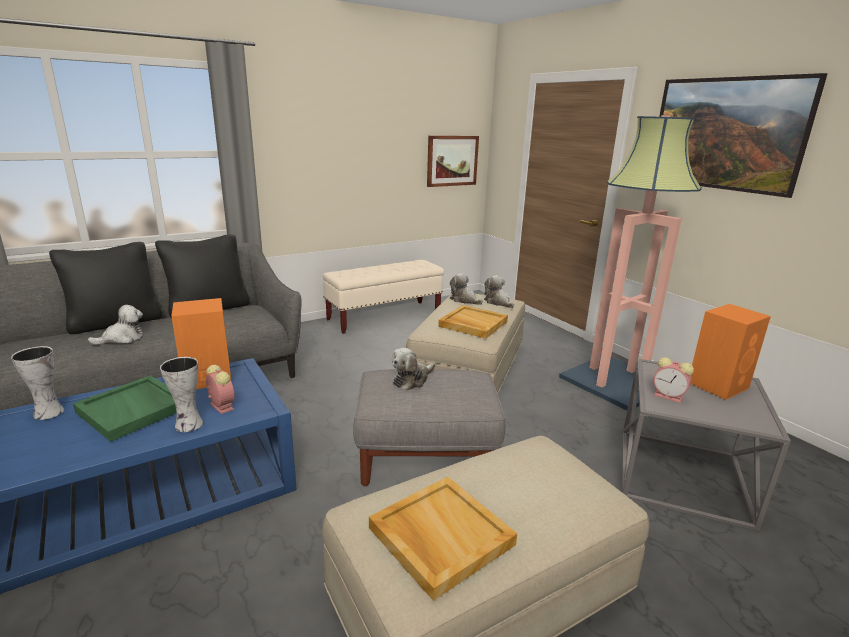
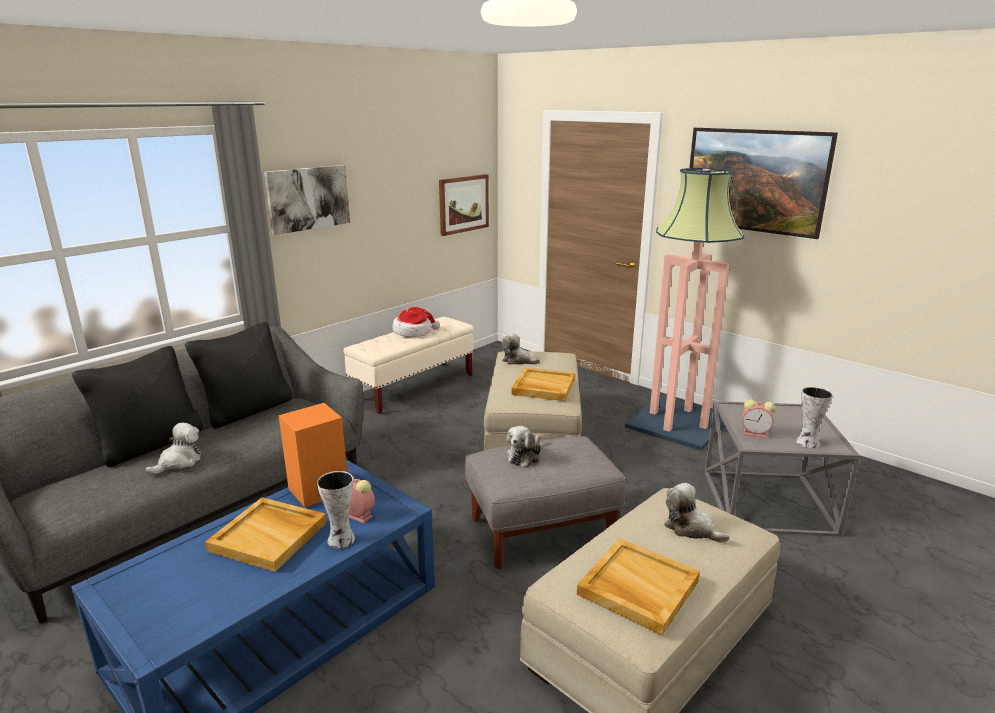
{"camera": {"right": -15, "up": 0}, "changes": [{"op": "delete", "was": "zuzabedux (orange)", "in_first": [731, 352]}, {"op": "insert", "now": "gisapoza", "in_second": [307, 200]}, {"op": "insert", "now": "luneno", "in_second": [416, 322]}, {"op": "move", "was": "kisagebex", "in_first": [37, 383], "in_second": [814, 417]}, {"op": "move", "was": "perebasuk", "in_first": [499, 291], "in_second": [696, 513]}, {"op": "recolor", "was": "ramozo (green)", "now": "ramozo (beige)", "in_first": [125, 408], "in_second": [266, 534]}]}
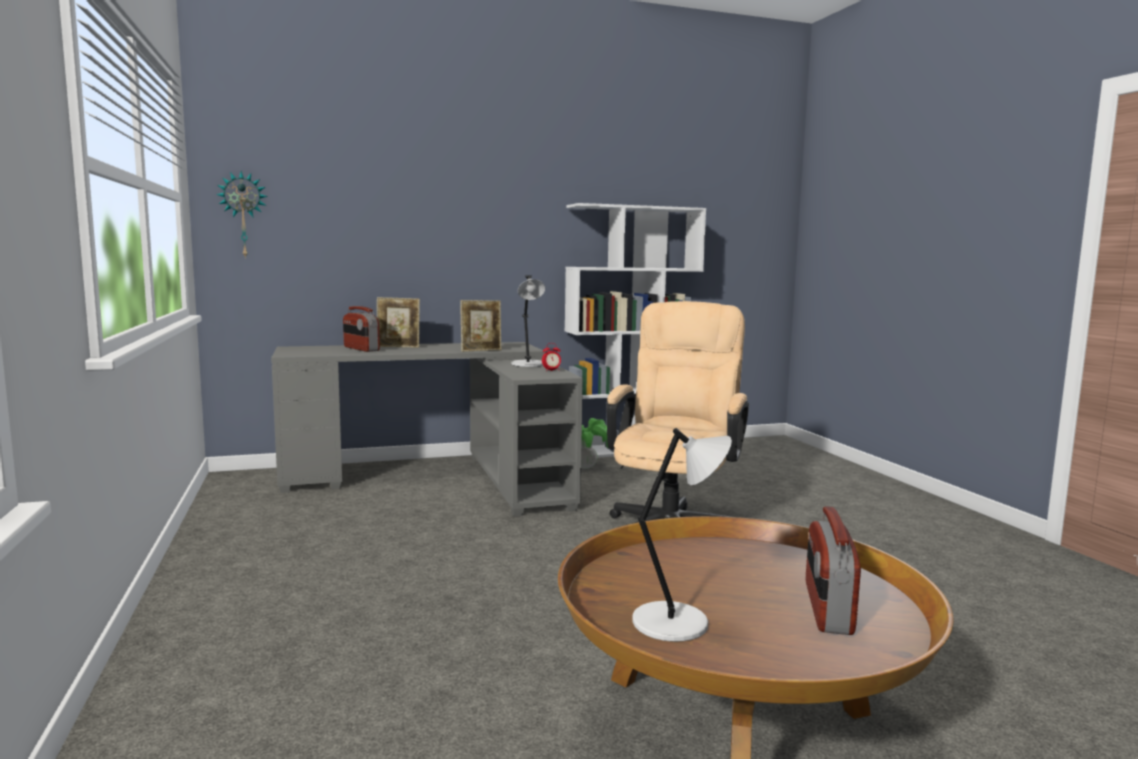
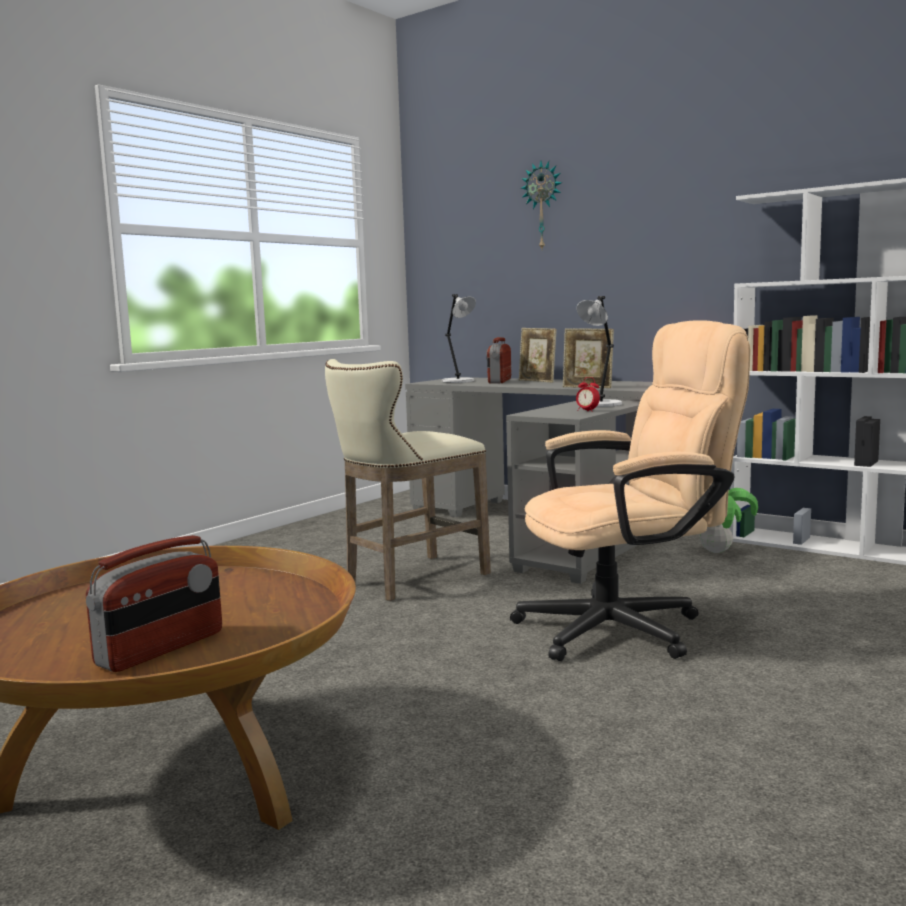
{"camera": {"right": 55, "up": 0}, "changes": [{"op": "insert", "now": "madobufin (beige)", "in_second": [408, 480]}, {"op": "move", "was": "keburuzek", "in_first": [242, 215], "in_second": [541, 205]}, {"op": "move", "was": "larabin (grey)", "in_first": [682, 535], "in_second": [459, 338]}, {"op": "rotate", "was": "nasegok", "in_first": [833, 570], "in_second": [154, 603], "clockwise": 150}]}
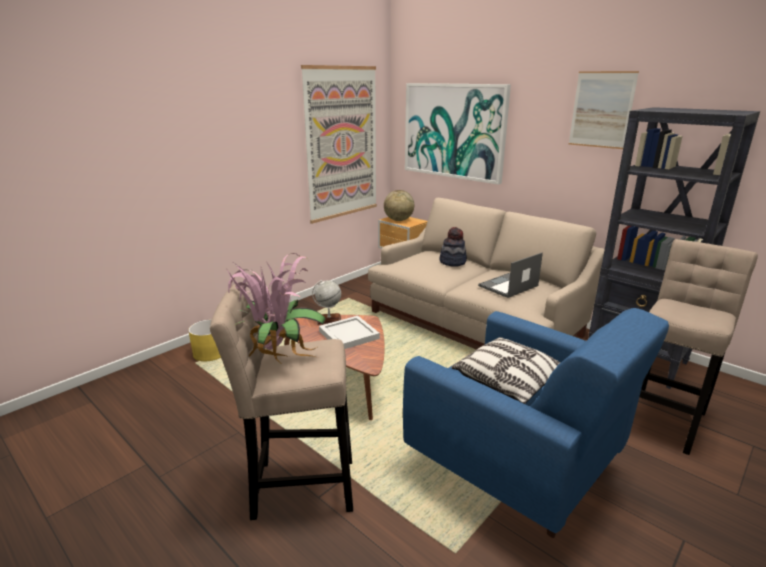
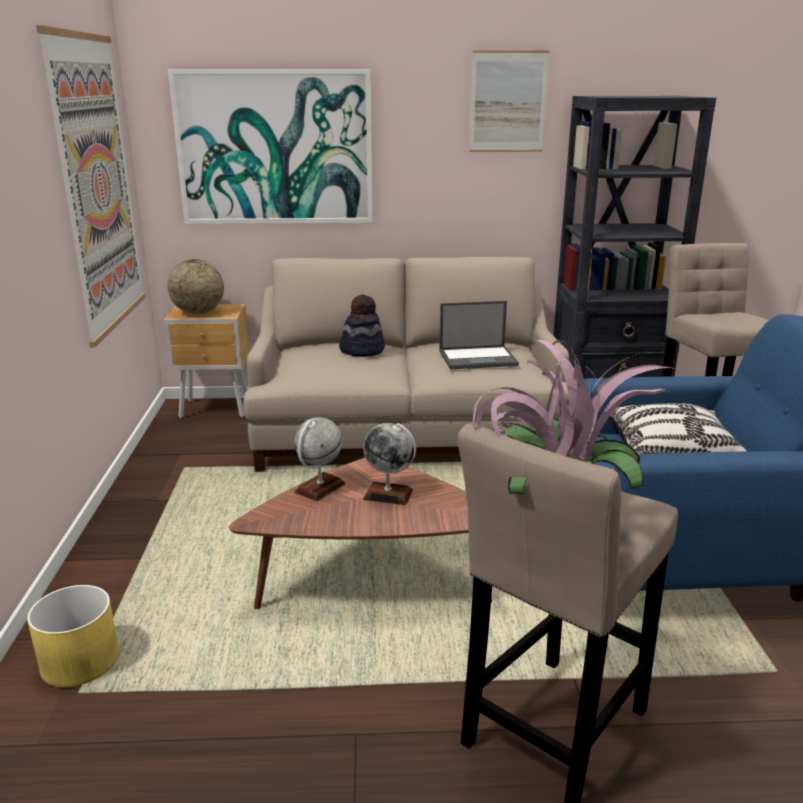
{"camera": {"right": -45, "up": 0}, "changes": [{"op": "replace", "was": "ramozo (white)", "now": "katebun", "in_first": [349, 332], "in_second": [389, 464]}, {"op": "rotate", "was": "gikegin", "in_first": [510, 275], "in_second": [479, 335], "clockwise": -105}]}
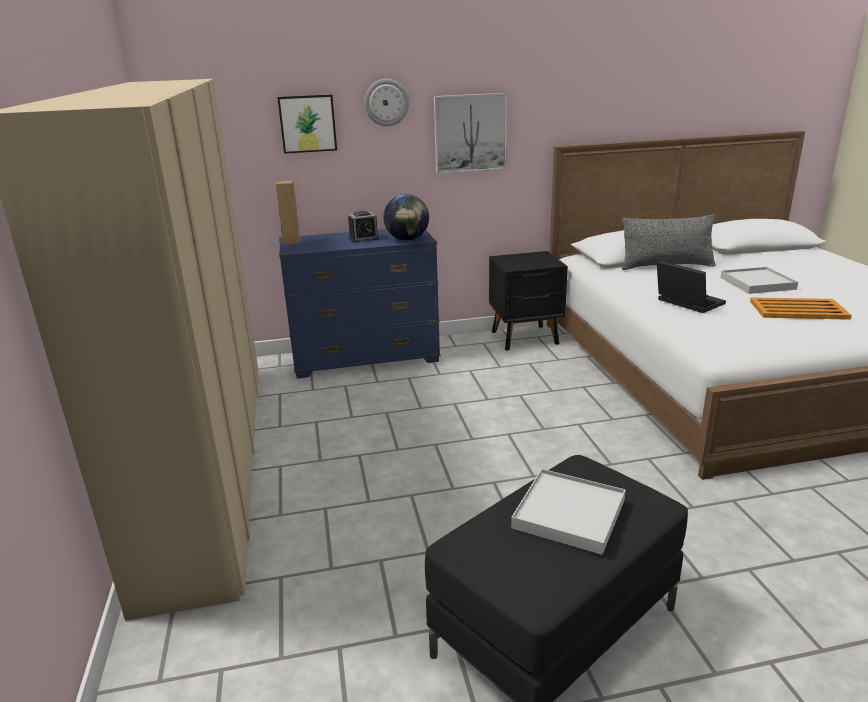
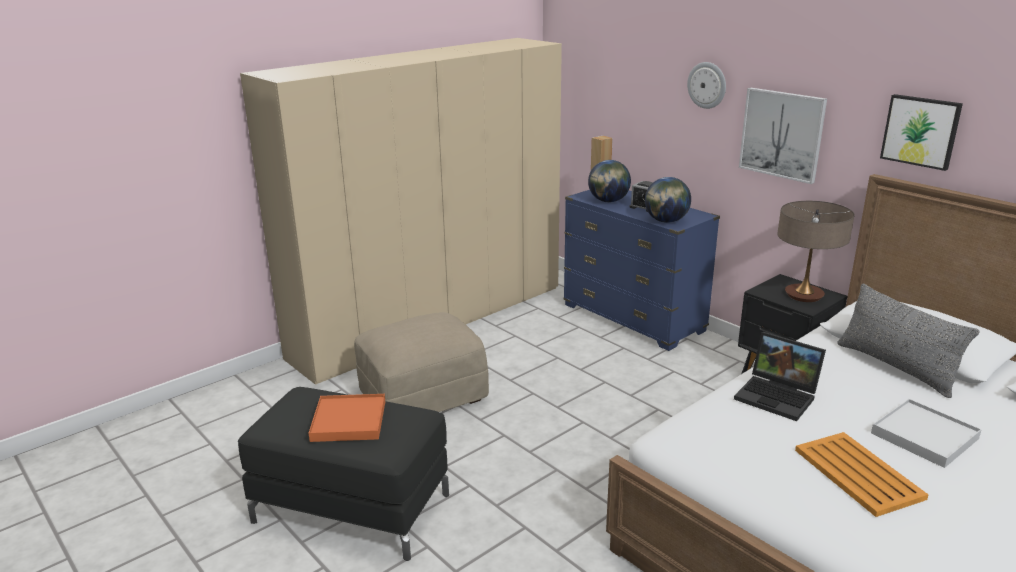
{"camera": {"right": 60, "up": 0}, "changes": [{"op": "insert", "now": "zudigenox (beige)", "in_second": [421, 362]}, {"op": "insert", "now": "katebun", "in_second": [609, 181]}, {"op": "insert", "now": "larabin", "in_second": [815, 251]}, {"op": "move", "was": "gisapoza", "in_first": [307, 124], "in_second": [921, 132]}, {"op": "recolor", "was": "ramozo (white)", "now": "ramozo (orange)", "in_first": [568, 512], "in_second": [347, 418]}, {"op": "rotate", "was": "gikegin", "in_first": [691, 286], "in_second": [780, 376], "clockwise": 105}]}
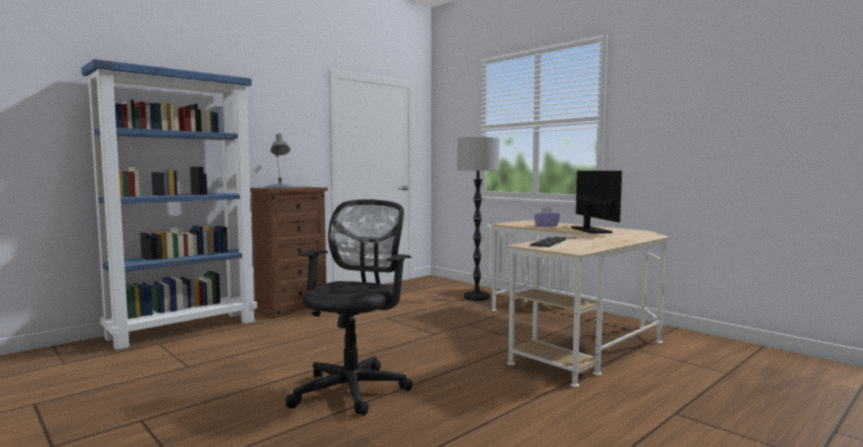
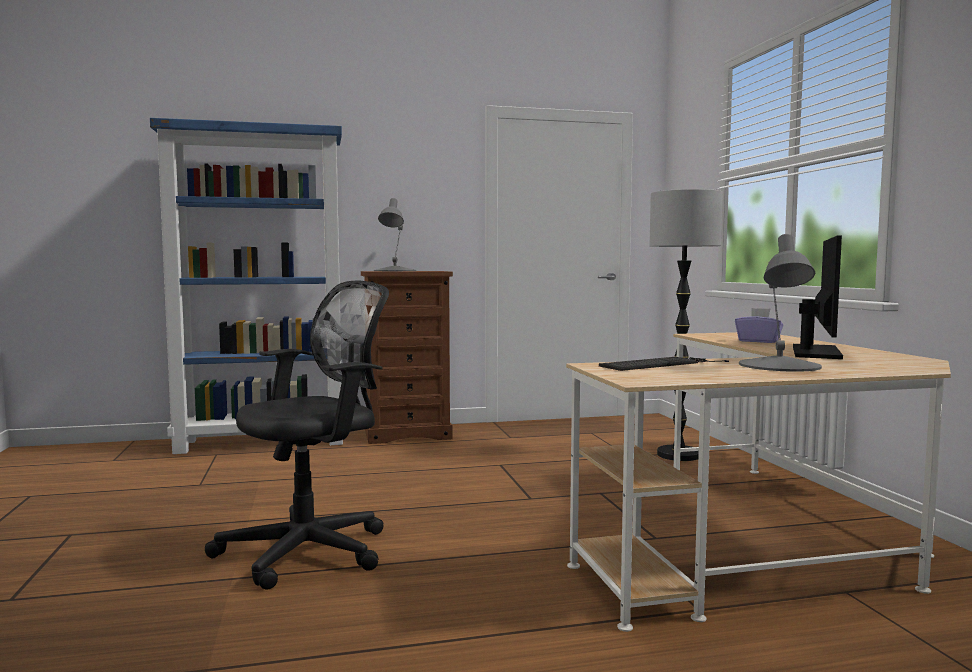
{"camera": {"right": 30, "up": 0}, "changes": [{"op": "insert", "now": "larabin (grey)", "in_second": [780, 303]}]}
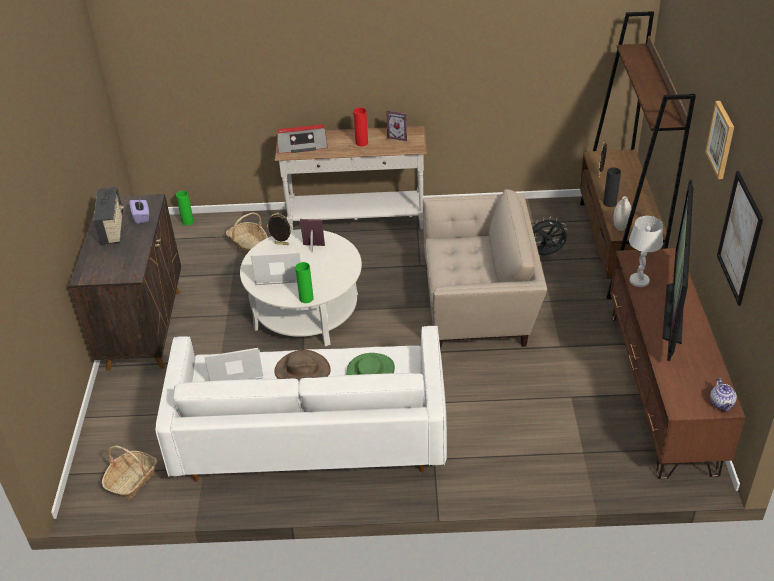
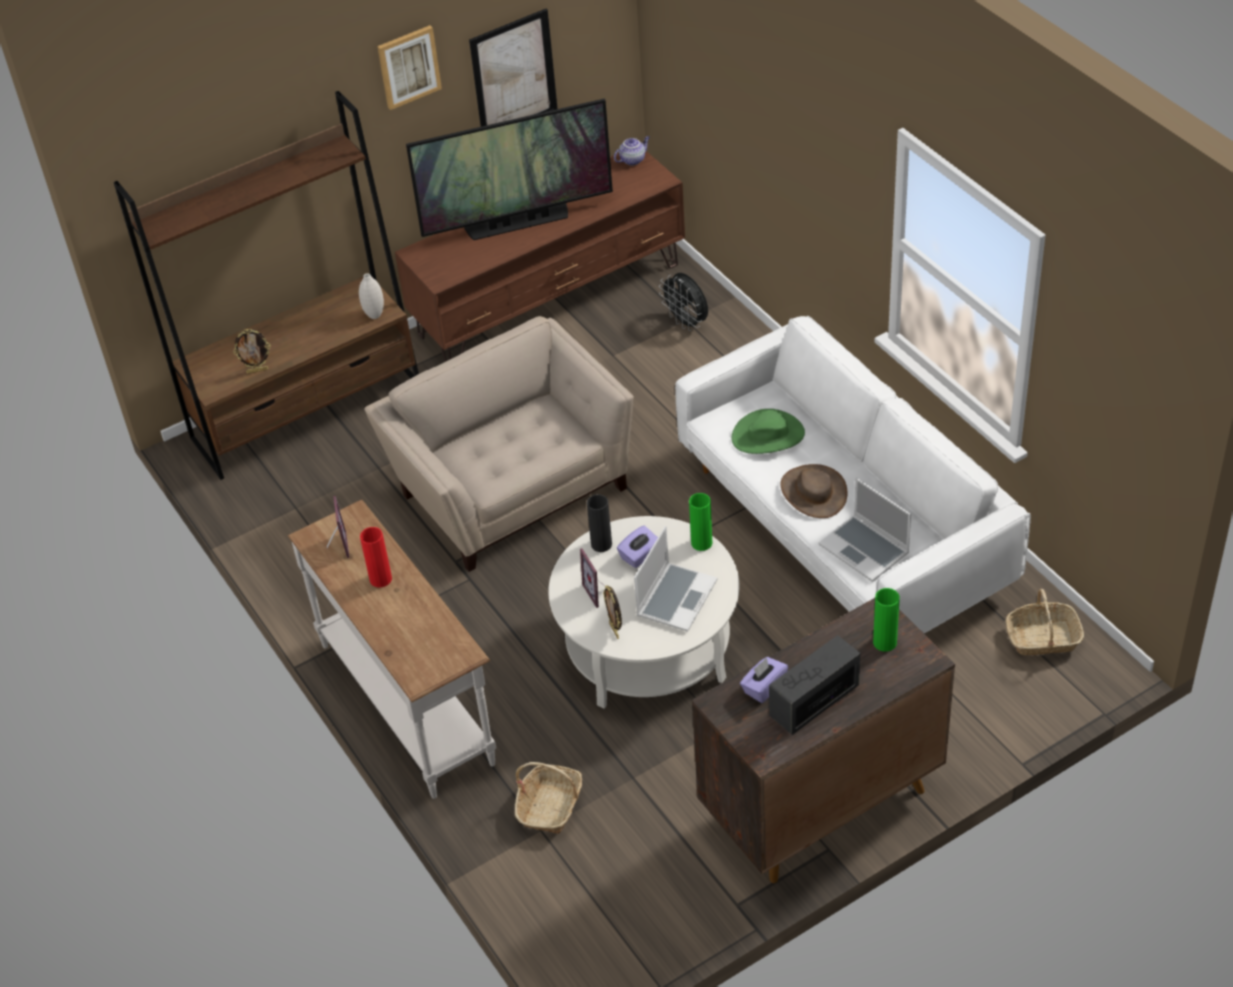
{"camera": {"right": -120, "up": 5}, "changes": [{"op": "delete", "was": "nasegok", "in_first": [302, 139]}, {"op": "delete", "was": "larabin (white)", "in_first": [646, 251]}, {"op": "insert", "now": "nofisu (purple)", "in_second": [637, 547]}, {"op": "move", "was": "kisagebex (green)", "in_first": [185, 208], "in_second": [886, 620]}, {"op": "move", "was": "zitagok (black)", "in_first": [549, 236], "in_second": [683, 302]}, {"op": "move", "was": "kisagebex (black)", "in_first": [612, 187], "in_second": [599, 523]}, {"op": "rotate", "was": "gikegin", "in_first": [277, 268], "in_second": [675, 579], "clockwise": -120}]}
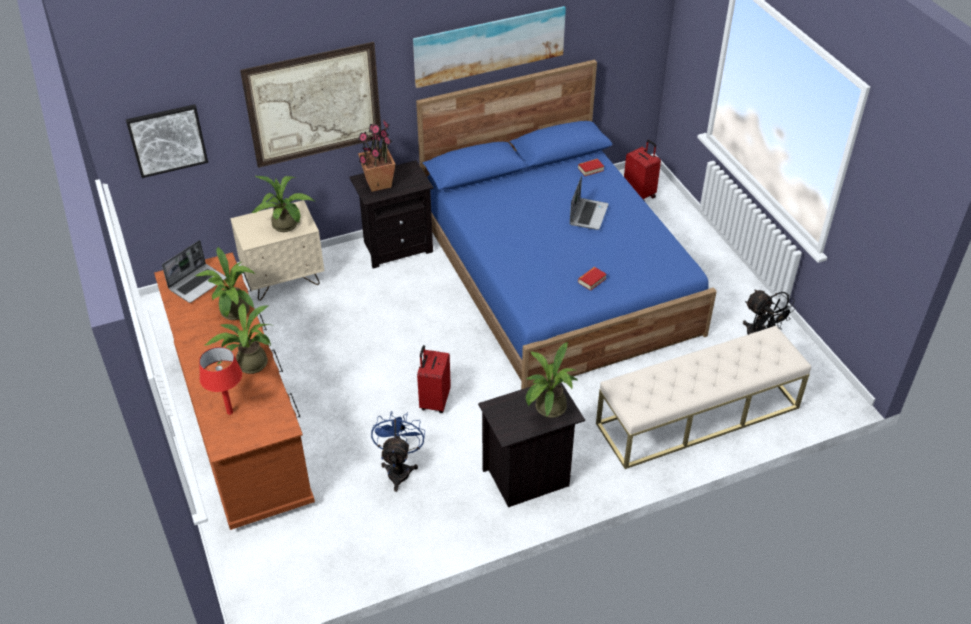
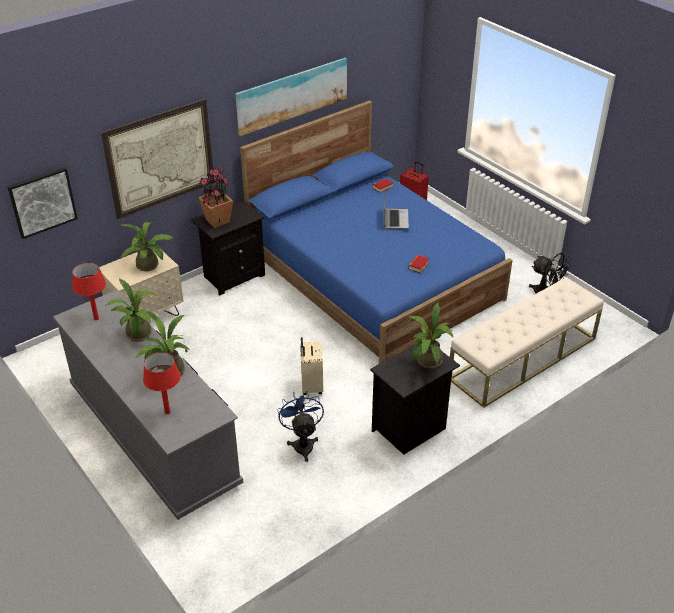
{"camera": {"right": -15, "up": -5}, "changes": [{"op": "replace", "was": "gikegin", "now": "larabin (red)", "in_first": [194, 271], "in_second": [89, 291]}, {"op": "recolor", "was": "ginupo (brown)", "now": "ginupo (grey)", "in_first": [234, 391], "in_second": [148, 405]}, {"op": "recolor", "was": "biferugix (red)", "now": "biferugix (beige)", "in_first": [434, 379], "in_second": [311, 366]}]}
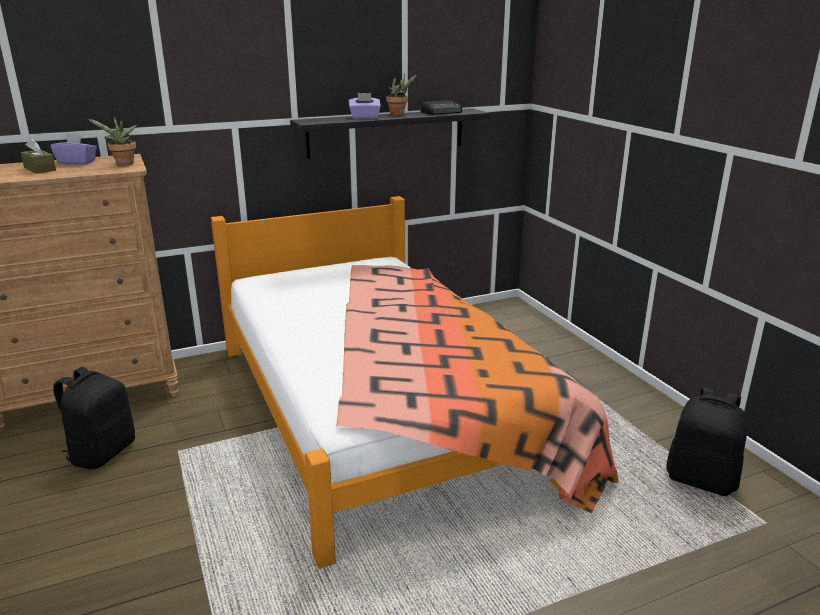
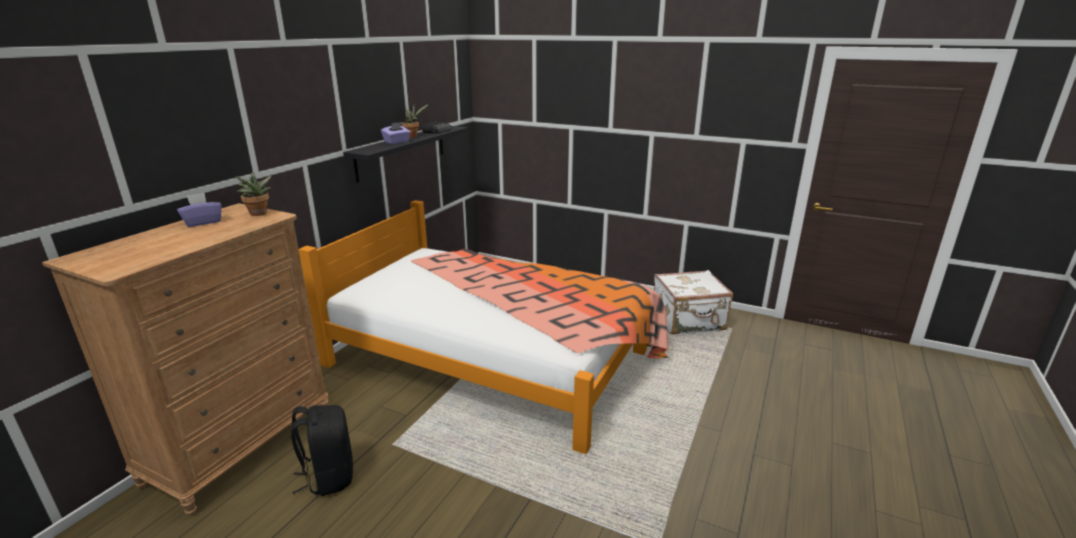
{"camera": {"right": -40, "up": 0}, "changes": [{"op": "delete", "was": "nofisu (brown)", "in_first": [38, 156]}, {"op": "replace", "was": "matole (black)", "now": "biferugix (white)", "in_first": [707, 441], "in_second": [693, 302]}]}
